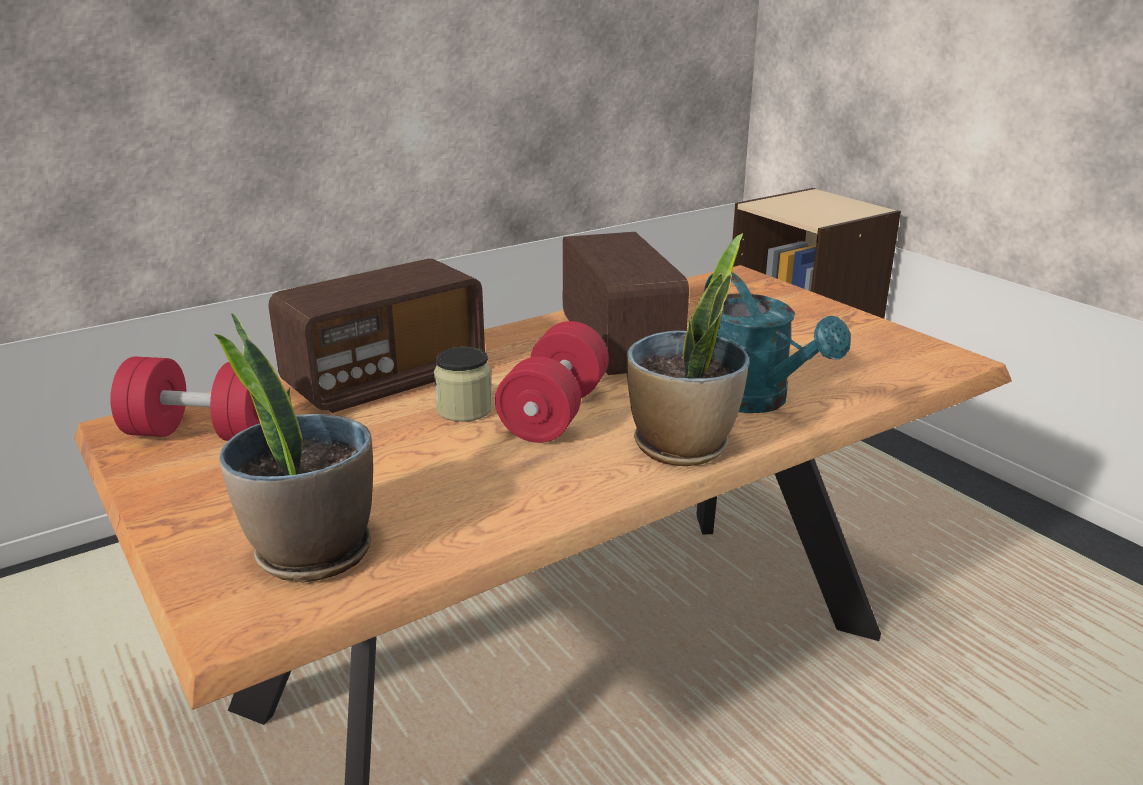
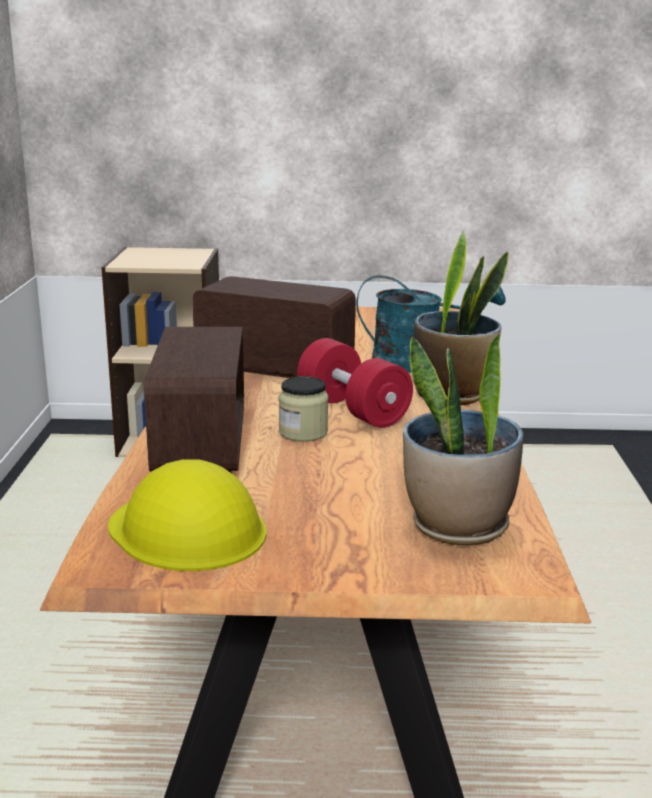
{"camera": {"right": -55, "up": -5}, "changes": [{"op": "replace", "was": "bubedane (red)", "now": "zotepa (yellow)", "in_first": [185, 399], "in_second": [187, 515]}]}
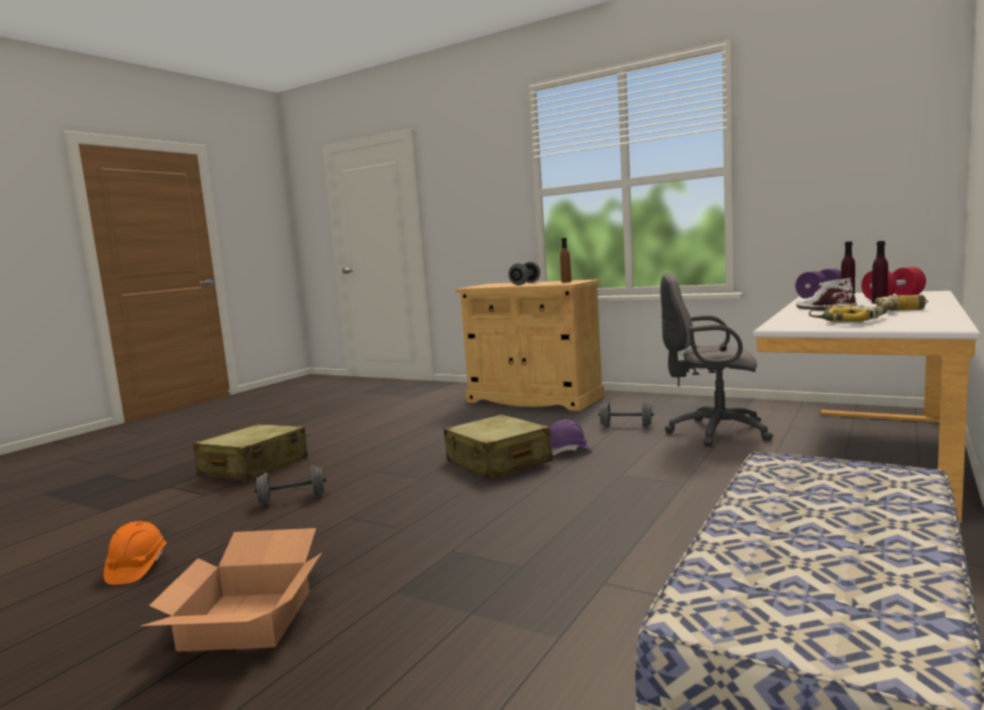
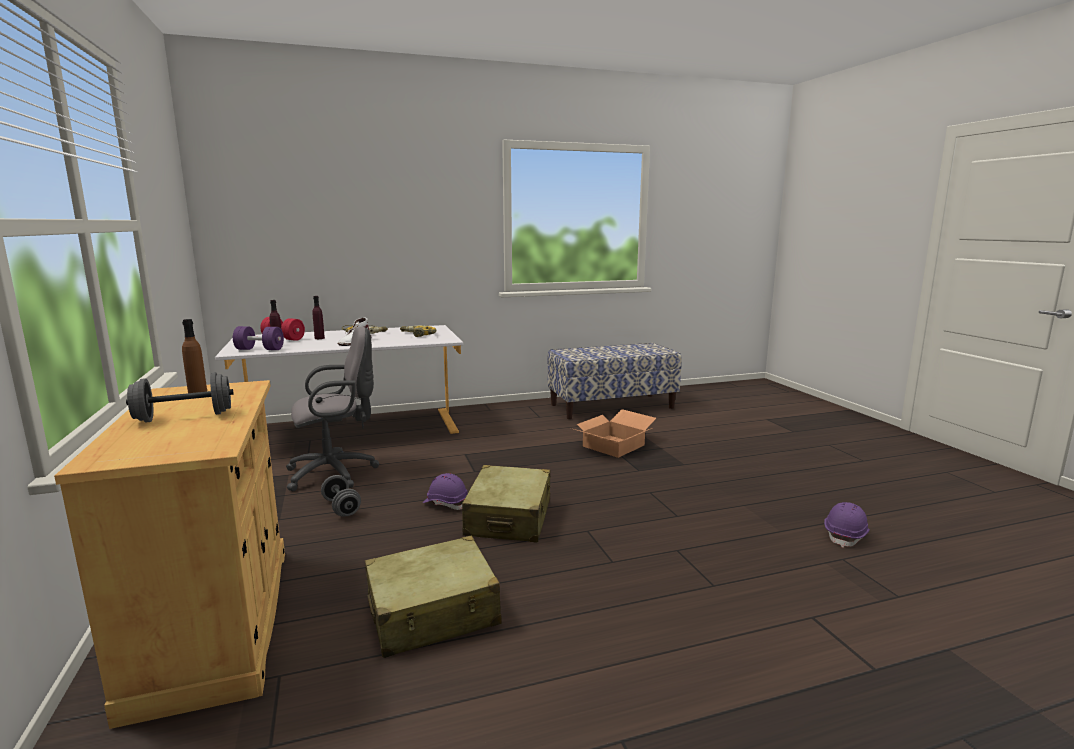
{"camera": {"right": -140, "up": 5}, "changes": [{"op": "delete", "was": "bubedane (grey)", "in_first": [290, 485]}, {"op": "move", "was": "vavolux", "in_first": [231, 589], "in_second": [613, 433]}, {"op": "move", "was": "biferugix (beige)", "in_first": [250, 452], "in_second": [433, 597]}, {"op": "recolor", "was": "zotepa (orange)", "now": "zotepa (purple)", "in_first": [135, 553], "in_second": [847, 525]}, {"op": "rotate", "was": "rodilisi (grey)", "in_first": [716, 359], "in_second": [332, 409], "clockwise": -75}]}
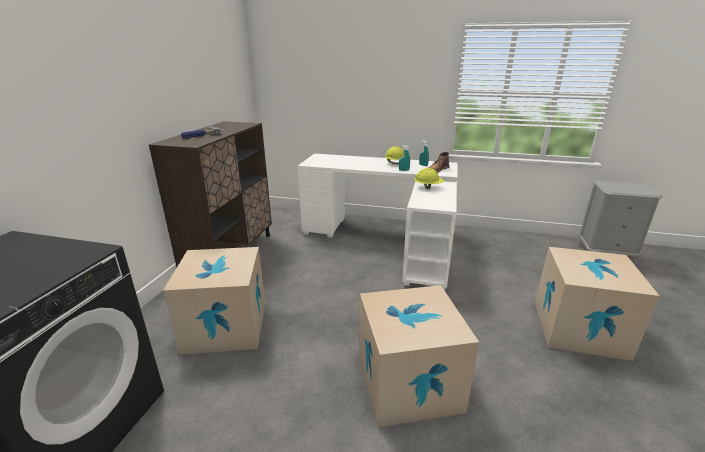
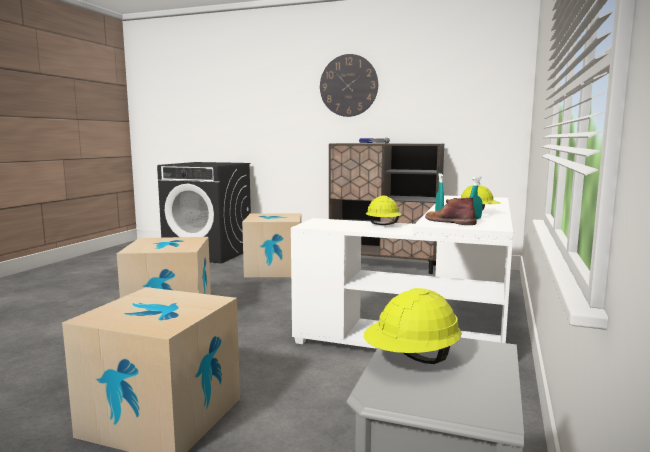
{"camera": {"right": 95, "up": -15}, "changes": [{"op": "insert", "now": "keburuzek", "in_second": [349, 85]}, {"op": "insert", "now": "zotepa (yellow)", "in_second": [413, 326]}]}
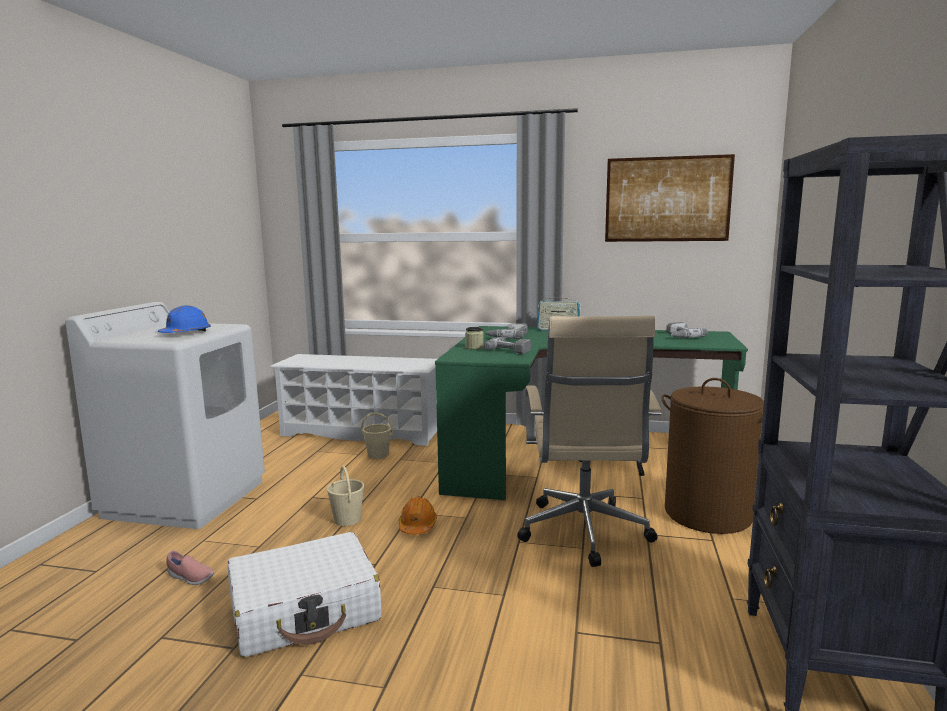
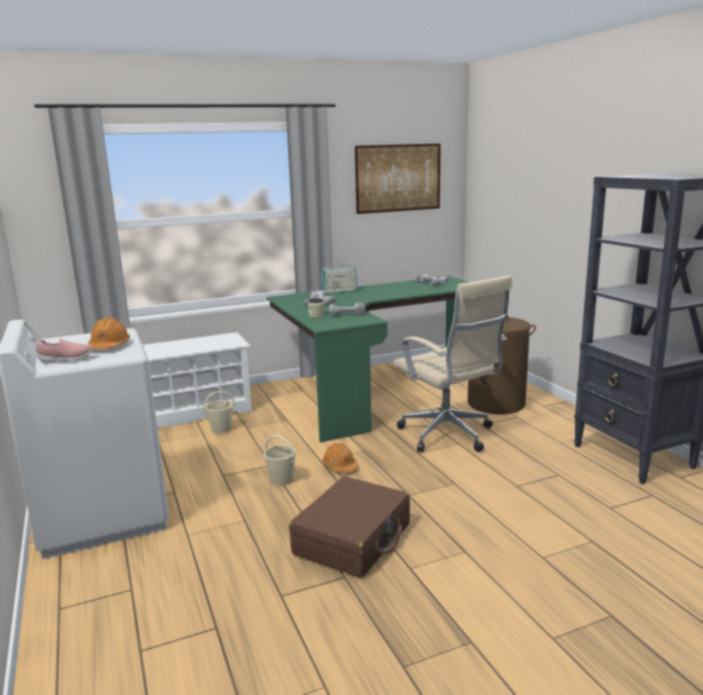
{"camera": {"right": -35, "up": 5}, "changes": [{"op": "move", "was": "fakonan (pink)", "in_first": [190, 568], "in_second": [64, 350]}, {"op": "recolor", "was": "zotepa (blue)", "now": "zotepa (orange)", "in_first": [184, 319], "in_second": [109, 333]}, {"op": "recolor", "was": "biferugix (white)", "now": "biferugix (brown)", "in_first": [305, 594], "in_second": [349, 527]}]}
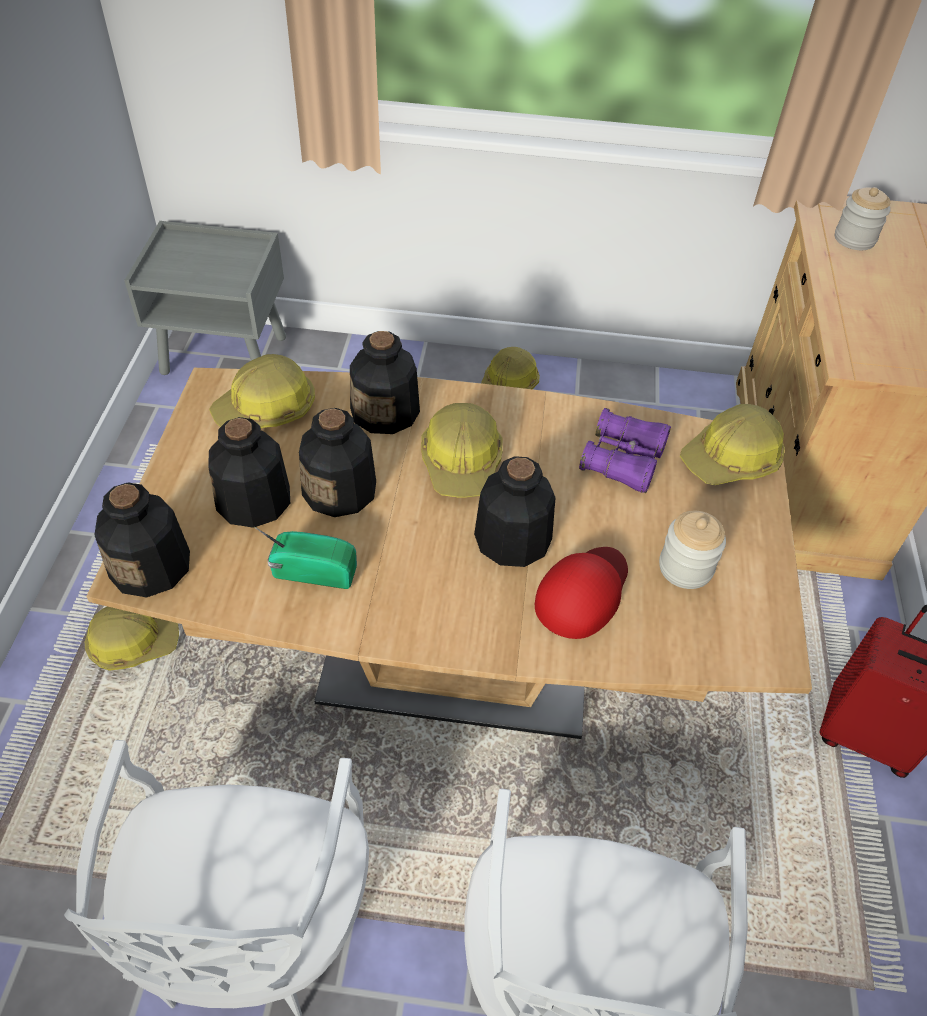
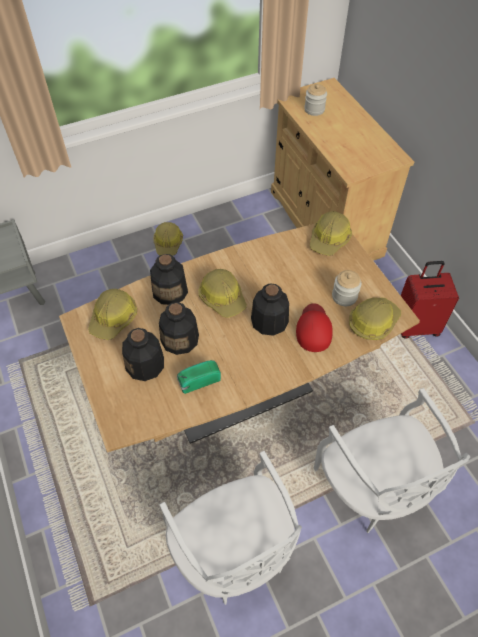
{"camera": {"right": -30, "up": 5}, "changes": [{"op": "delete", "was": "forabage", "in_first": [142, 540]}, {"op": "delete", "was": "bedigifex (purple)", "in_first": [625, 450]}, {"op": "move", "was": "zotepa", "in_first": [132, 638], "in_second": [375, 319]}]}
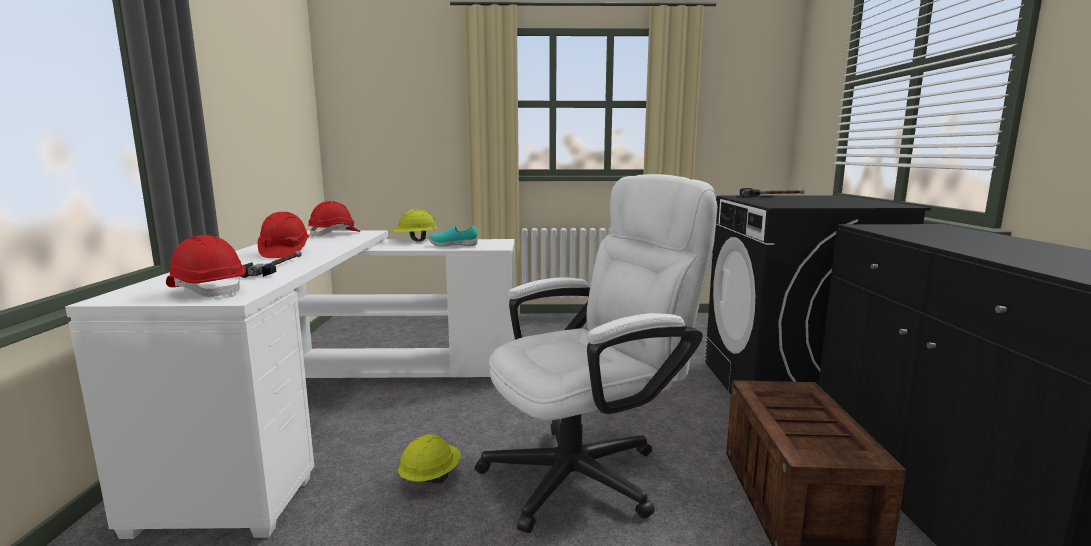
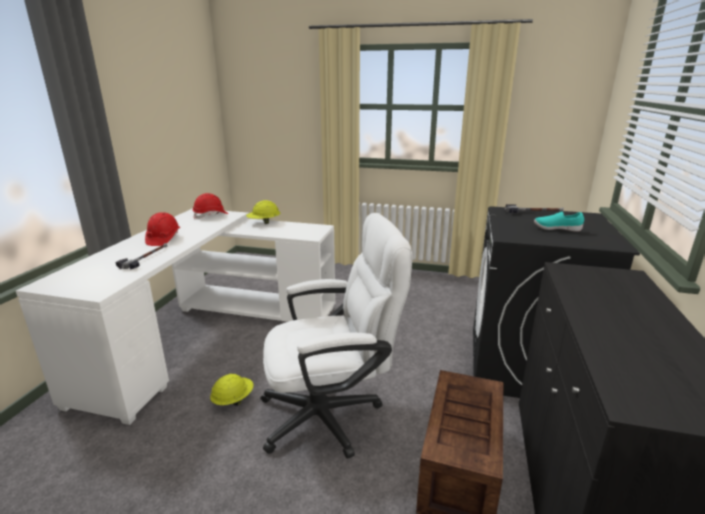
{"camera": {"right": 15, "up": 10}, "changes": [{"op": "delete", "was": "zotepa (red)", "in_first": [206, 266]}, {"op": "move", "was": "fakonan (turquoise)", "in_first": [453, 236], "in_second": [559, 221]}]}
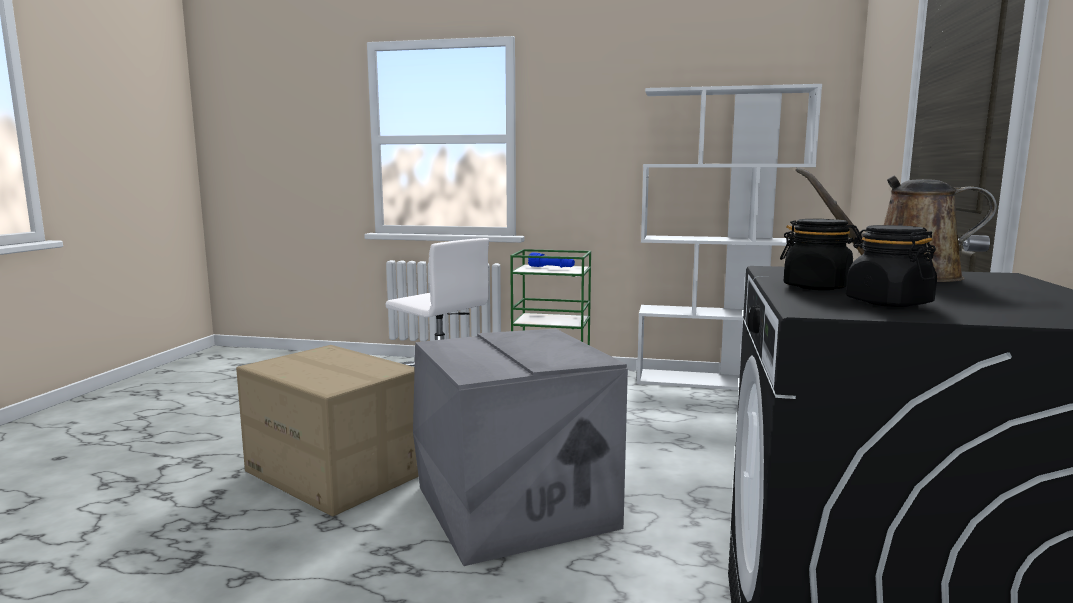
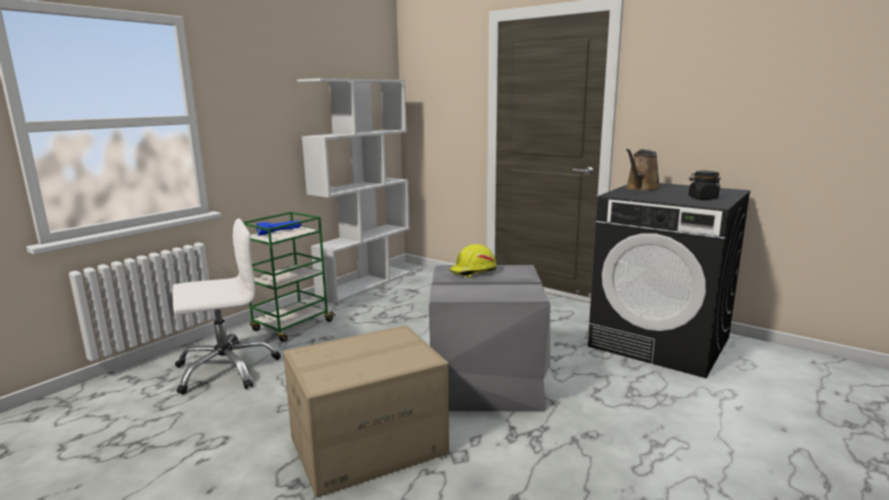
{"camera": {"right": -65, "up": 5}, "changes": [{"op": "delete", "was": "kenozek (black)", "in_first": [822, 254]}, {"op": "insert", "now": "zotepa (yellow)", "in_second": [473, 261]}]}
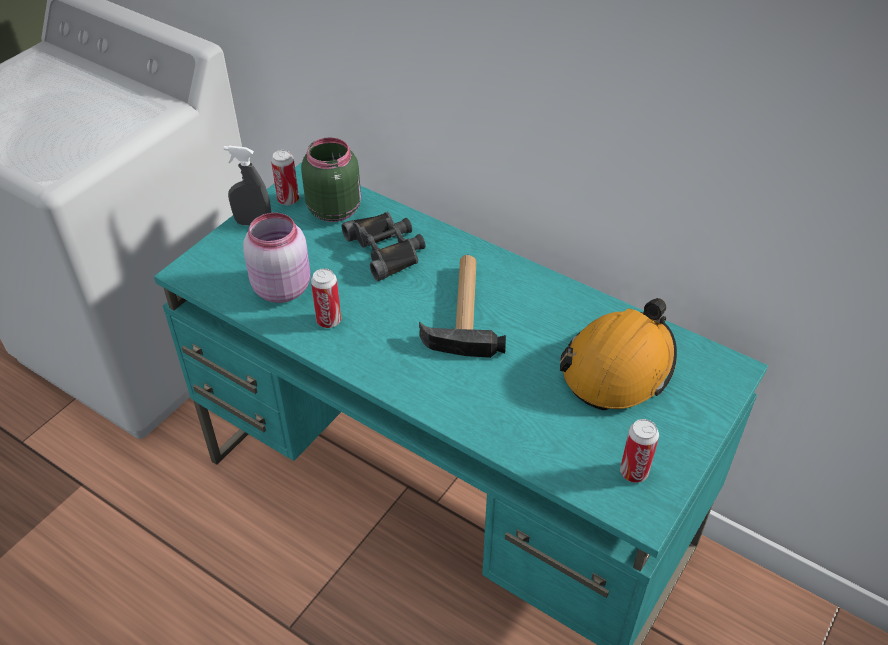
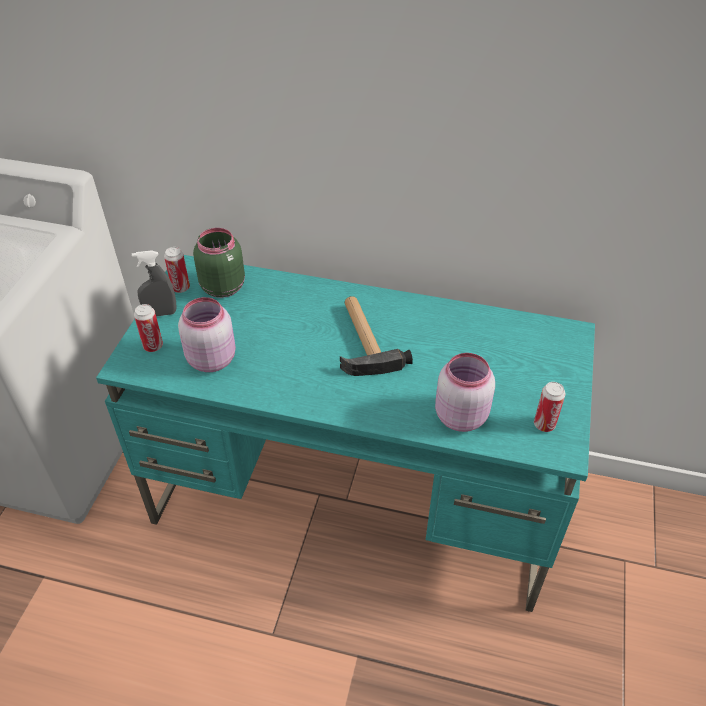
{"camera": {"right": -20, "up": 0}, "changes": [{"op": "delete", "was": "bedigifex (black)", "in_first": [383, 246]}, {"op": "delete", "was": "zotepa (orange)", "in_first": [618, 354]}, {"op": "insert", "now": "kenozek (pink)", "in_second": [465, 392]}, {"op": "move", "was": "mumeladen", "in_first": [326, 298], "in_second": [148, 328]}]}
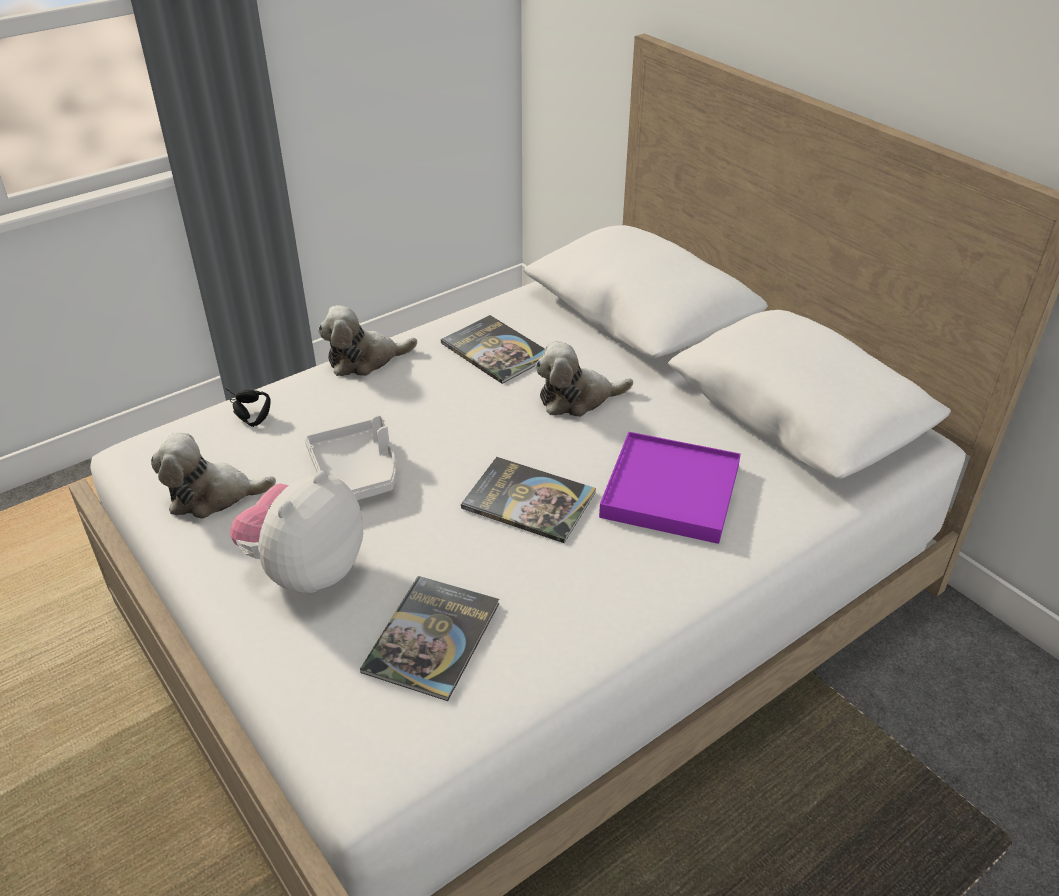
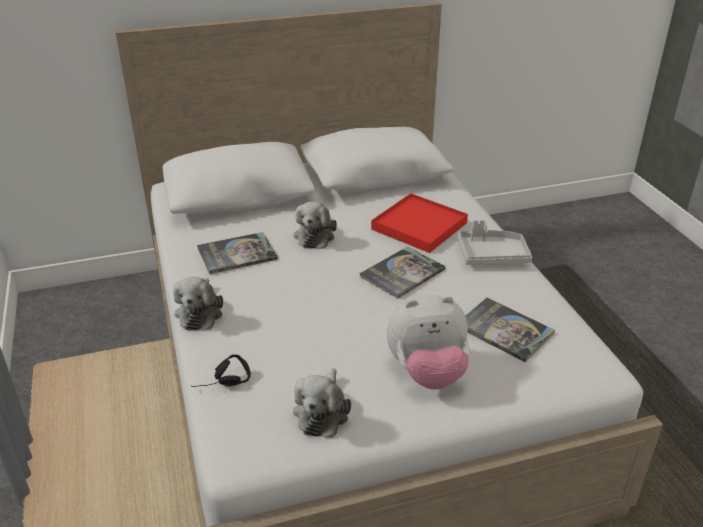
{"camera": {"right": -70, "up": -5}, "changes": [{"op": "move", "was": "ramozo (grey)", "in_first": [350, 457], "in_second": [495, 242]}, {"op": "recolor", "was": "ramozo (purple)", "now": "ramozo (red)", "in_first": [670, 488], "in_second": [419, 223]}, {"op": "rotate", "was": "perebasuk", "in_first": [296, 532], "in_second": [428, 342], "clockwise": -60}]}
